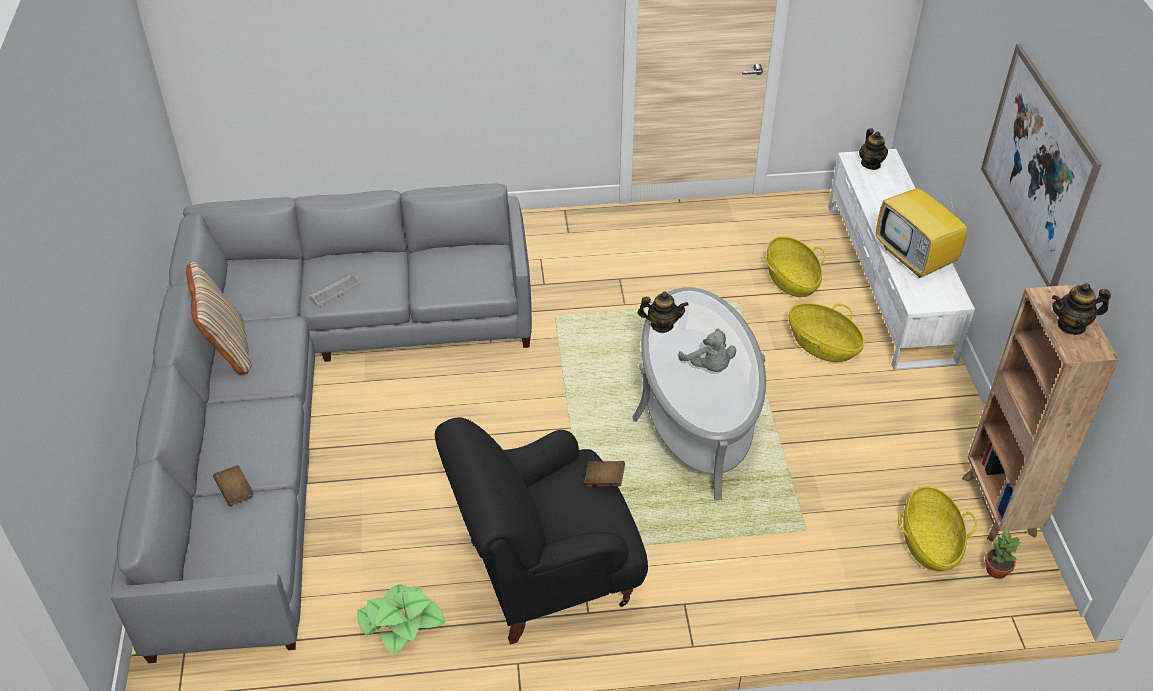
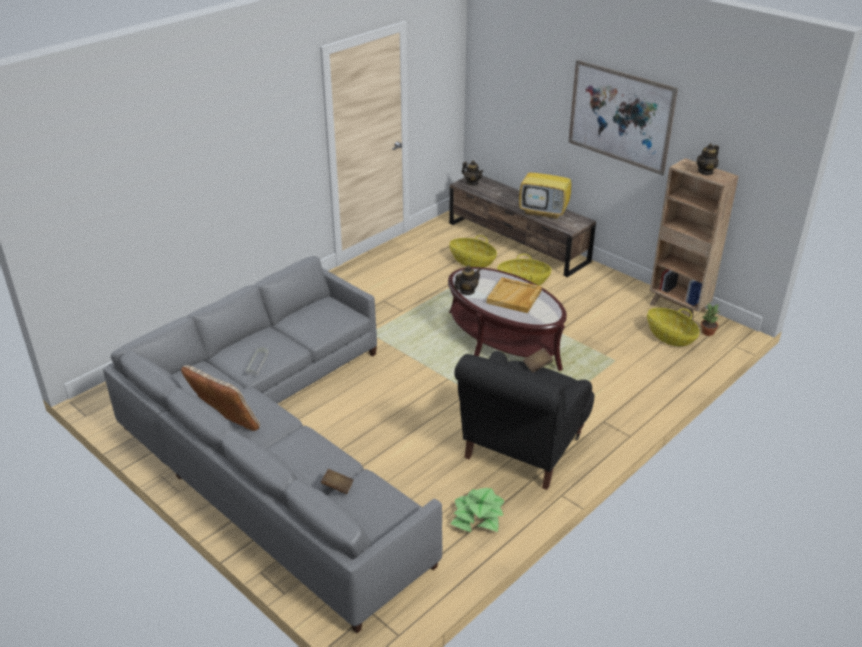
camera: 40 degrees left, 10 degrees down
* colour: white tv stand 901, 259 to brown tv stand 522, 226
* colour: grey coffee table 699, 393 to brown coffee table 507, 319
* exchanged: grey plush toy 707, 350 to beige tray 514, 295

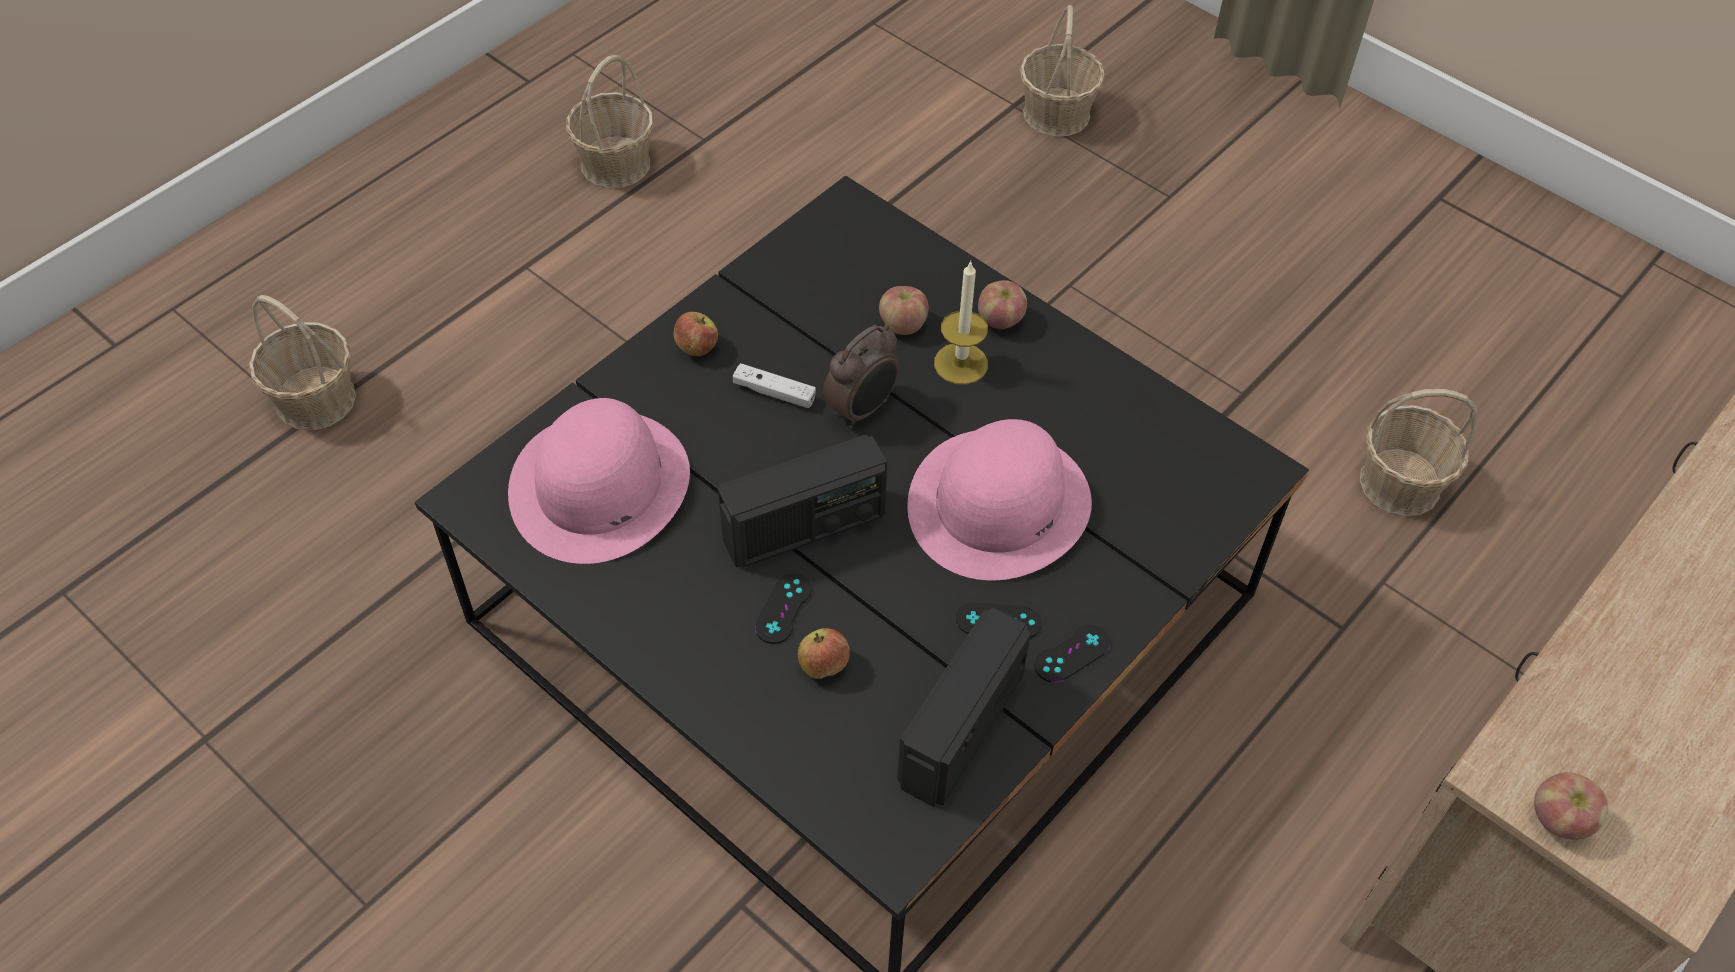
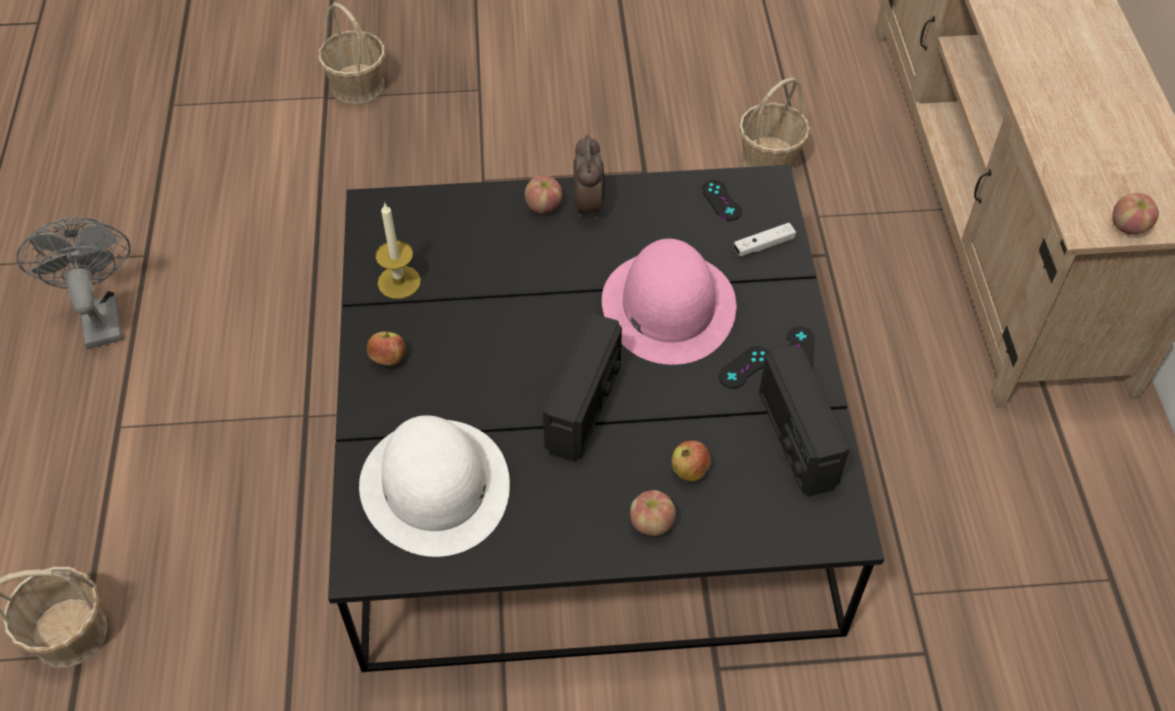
camera: 45 degrees left, 0 degrees up
* exchanged: basket 610, 121 to grey fan 73, 283
* relocated: candle 961, 323 to 398, 250
* relocated: apple 904, 310 to 653, 513
* relocated: alarm clock 861, 376 to 589, 176
* relocated: white game controller 774, 385 to 764, 240
* colour: pink hat 599, 481 to white hat 434, 486
* relocated: black game controller 783, 608 to 722, 200

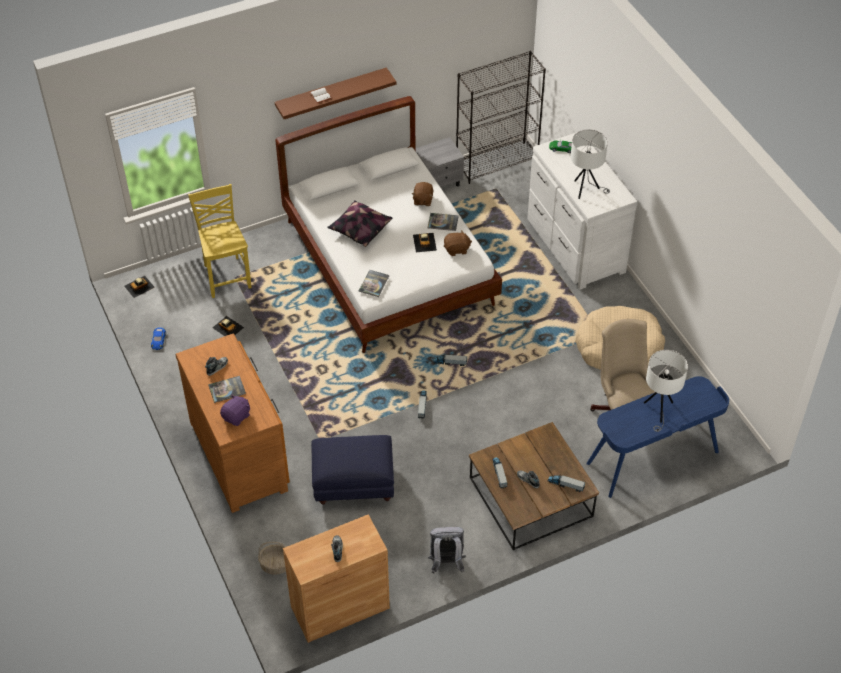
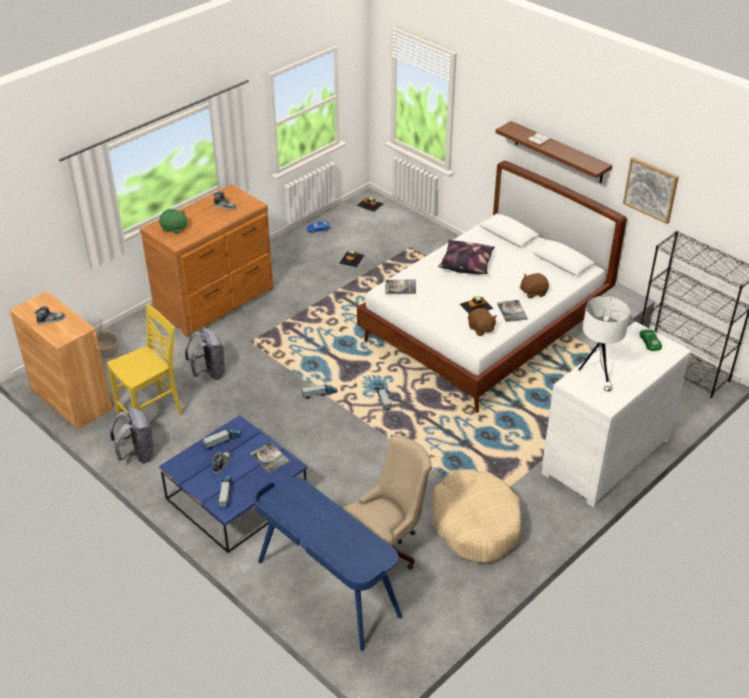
camera: 70 degrees right, 10 degrees down
* relocated: yellow chair 220, 241 to 145, 359
* missing: white table lamp 666, 391
* relocated: book 227, 389 to 270, 457
* colour: purple plush toy 235, 410 to green plush toy 173, 221
* colour: brown coffee table 534, 486 to blue coffee table 233, 484
* exchanged: blue ottoman 352, 470 to grey backpack 205, 354
* appeared: picture 651, 190

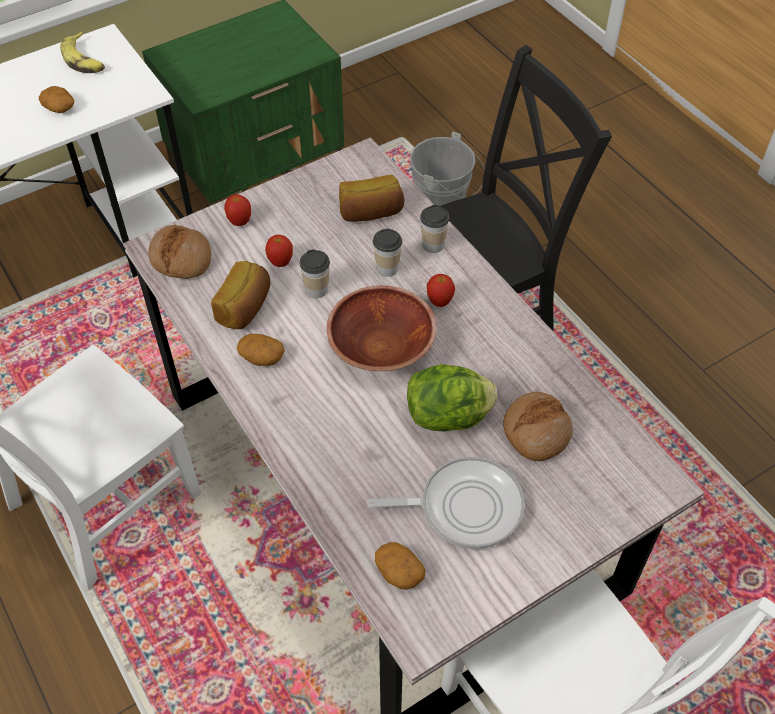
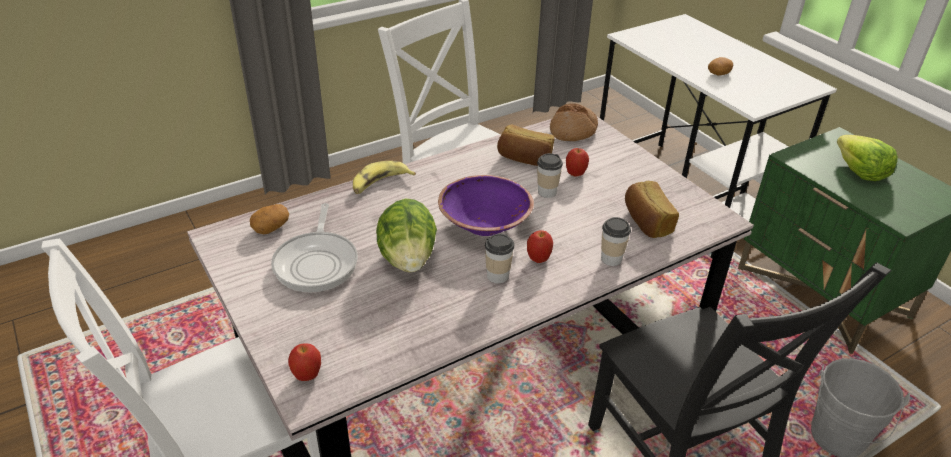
camera: 90 degrees right, 15 degrees down
* relocated: banana 82, 52 to 384, 177
* relocated: apple 237, 210 to 304, 362
* relocated: cup 387, 253 to 499, 258
* colour: brown bowl 382, 328 to purple bowl 486, 205
* missing: potato 261, 350
* missing: bread 538, 426
* appeared: lettuce 867, 158

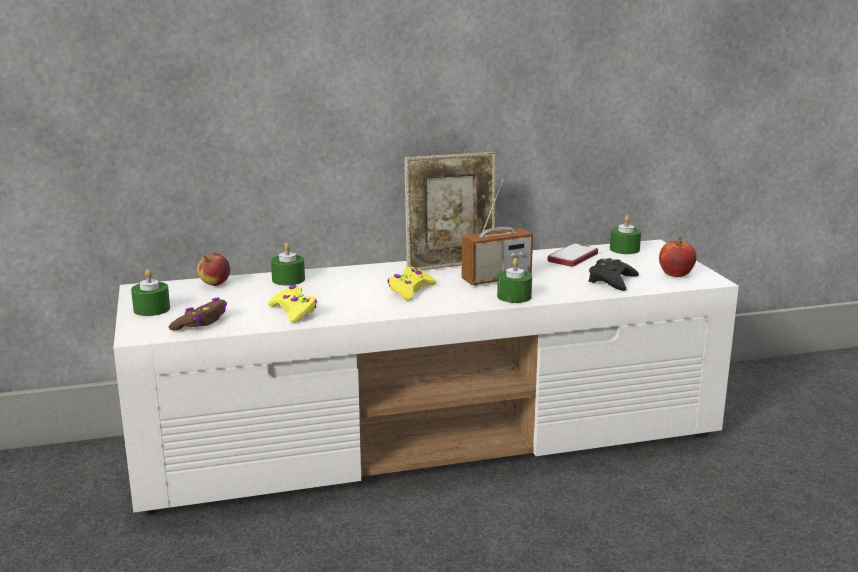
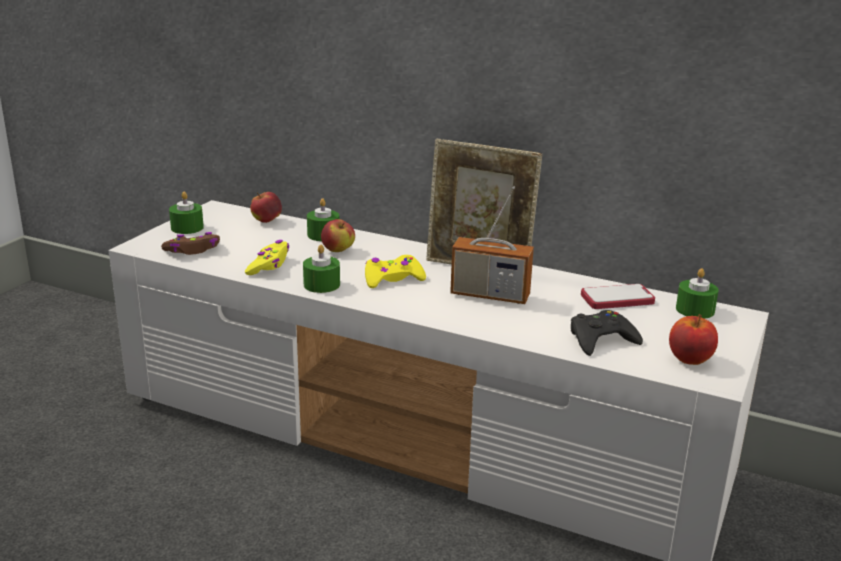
camera: 40 degrees right, 5 degrees up
* relocated: green candle 514, 280 to 321, 268
* appeared: apple 338, 235

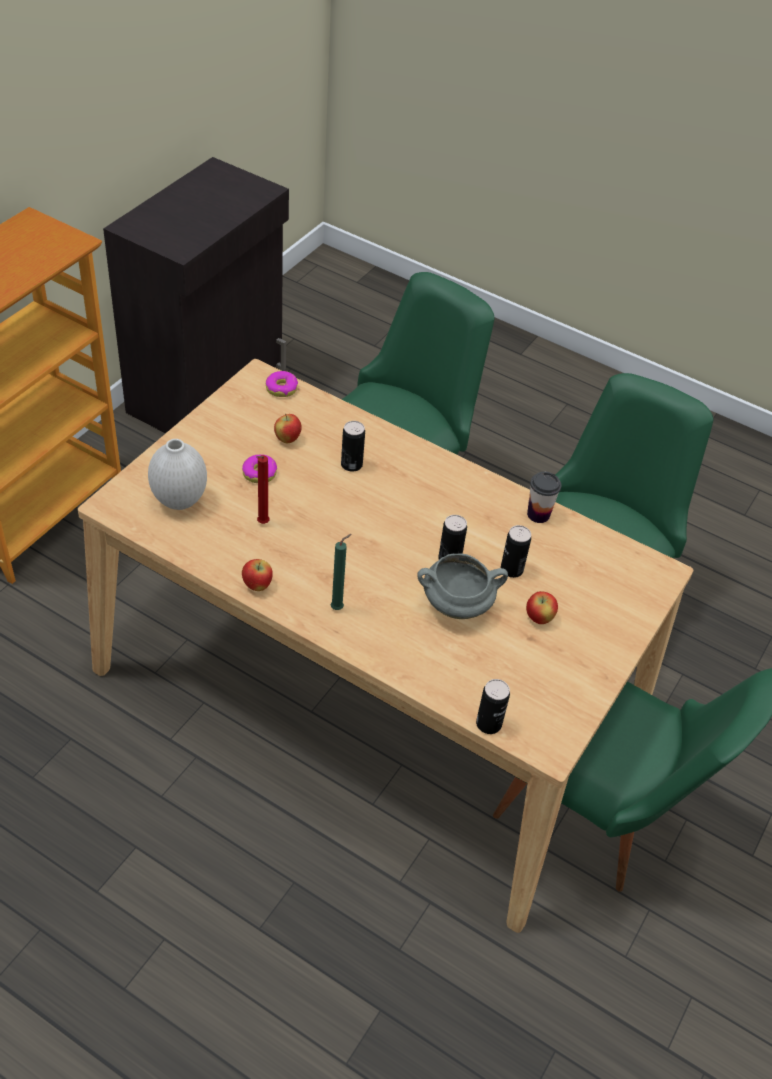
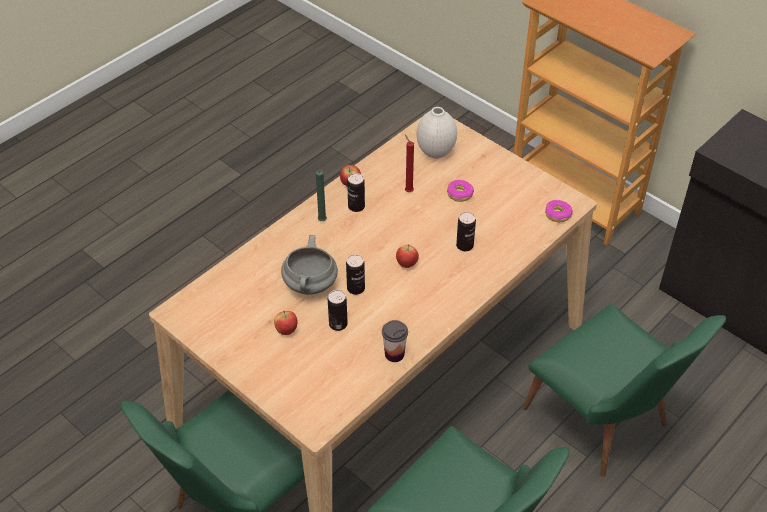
camera: 105 degrees right, 0 degrees up
* relocated: apple 288, 428 to 407, 256
* relocated: can 493, 706 to 356, 192

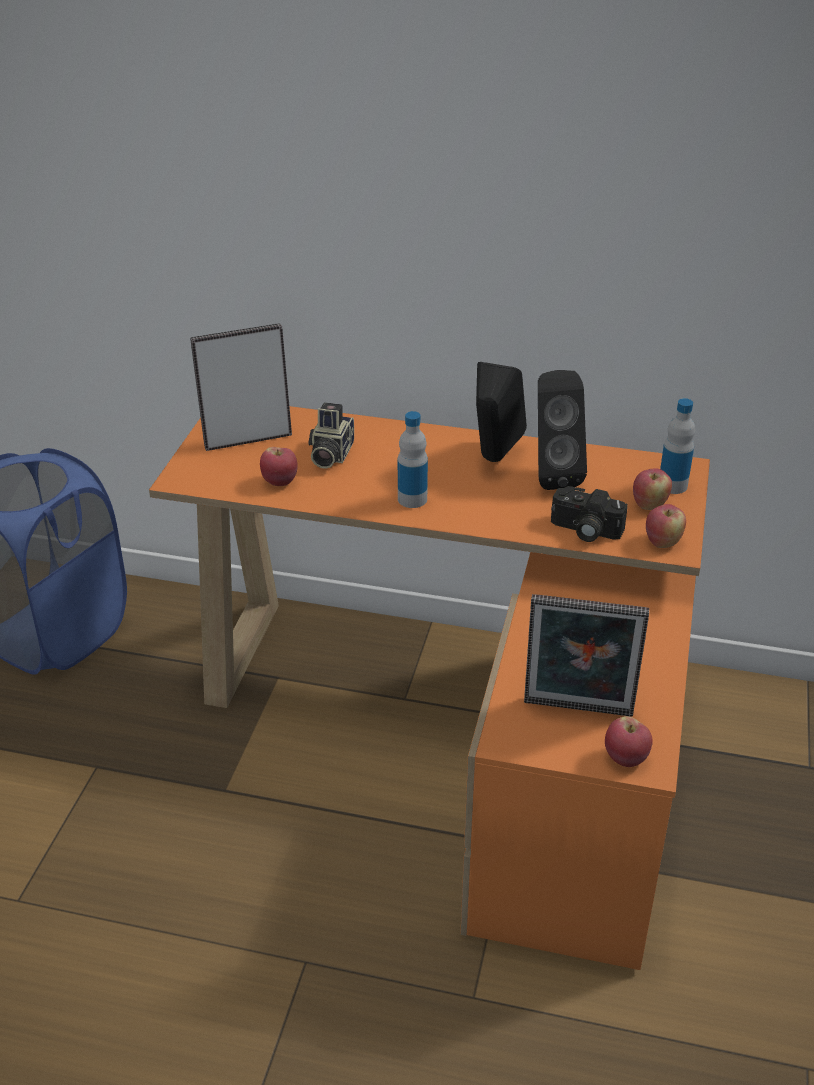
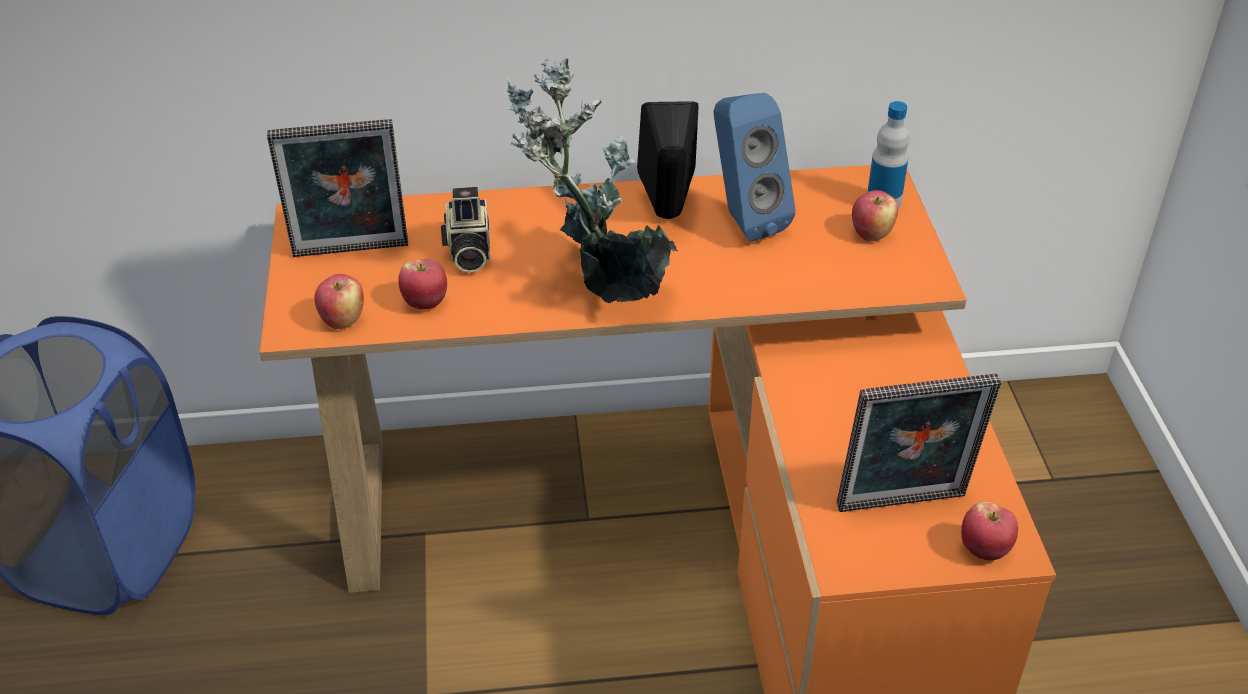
camera: 20 degrees left, 5 degrees up
* spun: picture frame 241, 387 = 337, 188 150 degrees counterclockwise
* colour: black speaker 562, 430 to blue speaker 755, 167
* exchanged: bottle 413, 459 to potted plant 592, 180
* missing: photo camera 589, 514
* relocated: apple 666, 526 to 339, 301

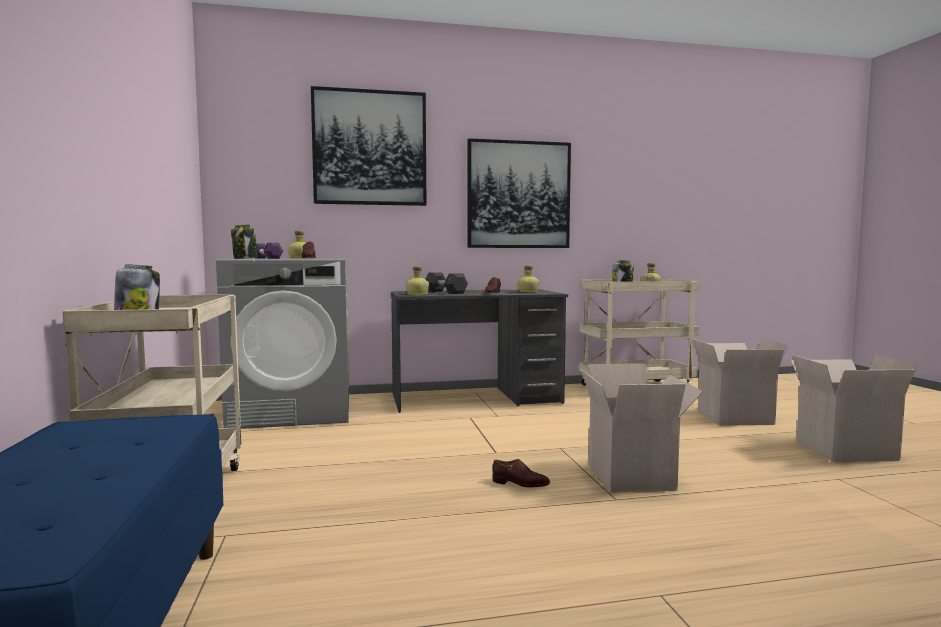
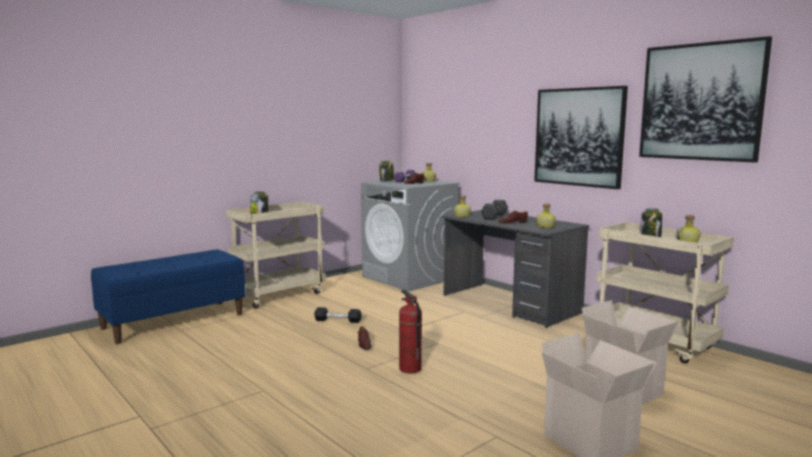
camera: 60 degrees right, 5 degrees up
* relocated: picture 368, 146 to 705, 99
* exchanged: cardboard box 642, 428 to fire extinguisher 410, 331
* appeared: black dumbbell 338, 315

